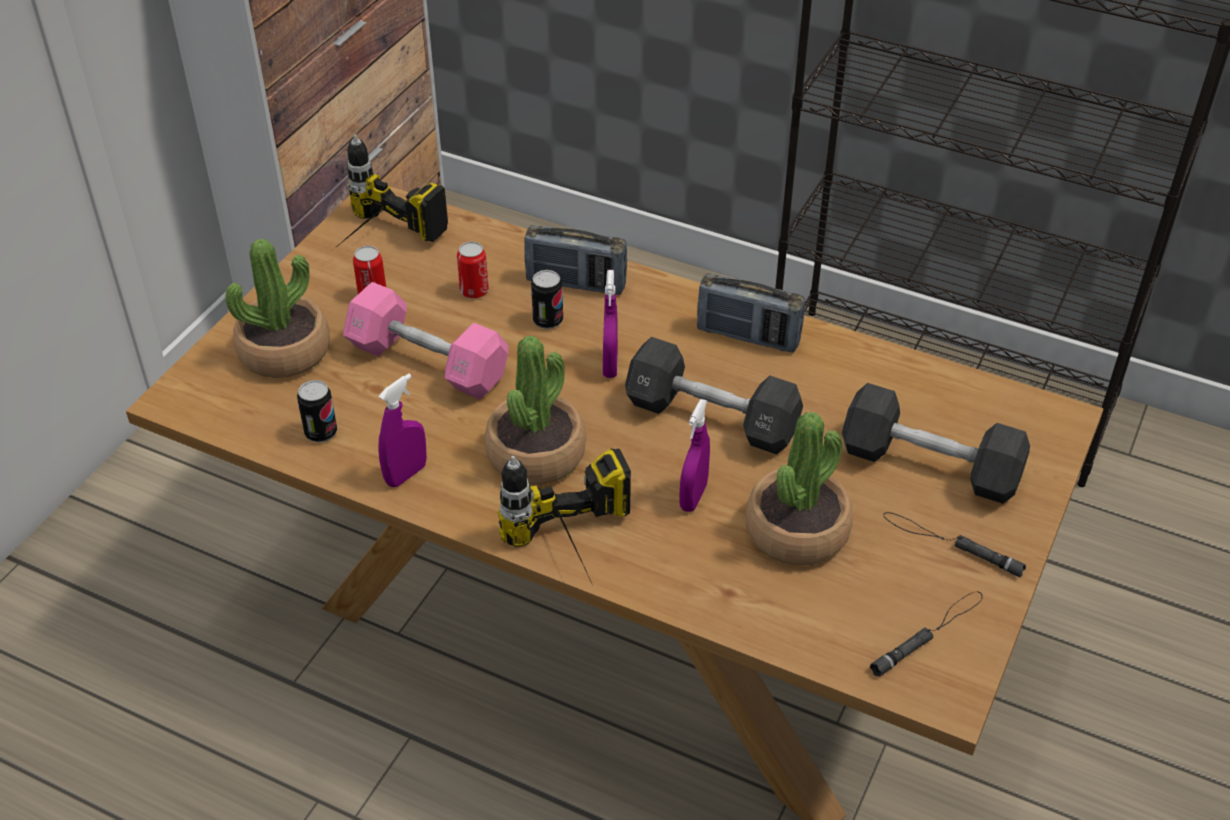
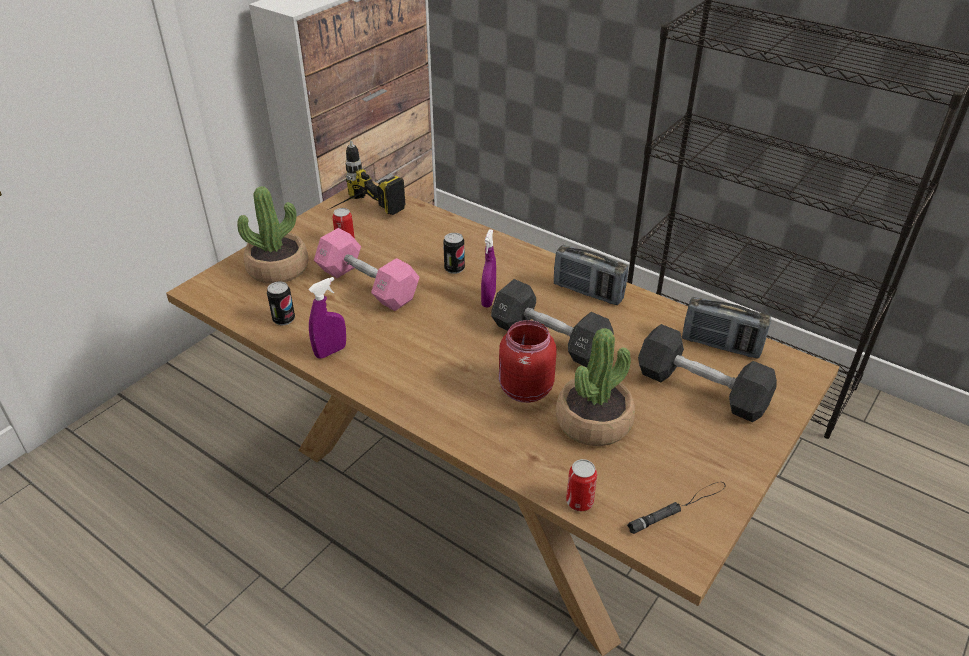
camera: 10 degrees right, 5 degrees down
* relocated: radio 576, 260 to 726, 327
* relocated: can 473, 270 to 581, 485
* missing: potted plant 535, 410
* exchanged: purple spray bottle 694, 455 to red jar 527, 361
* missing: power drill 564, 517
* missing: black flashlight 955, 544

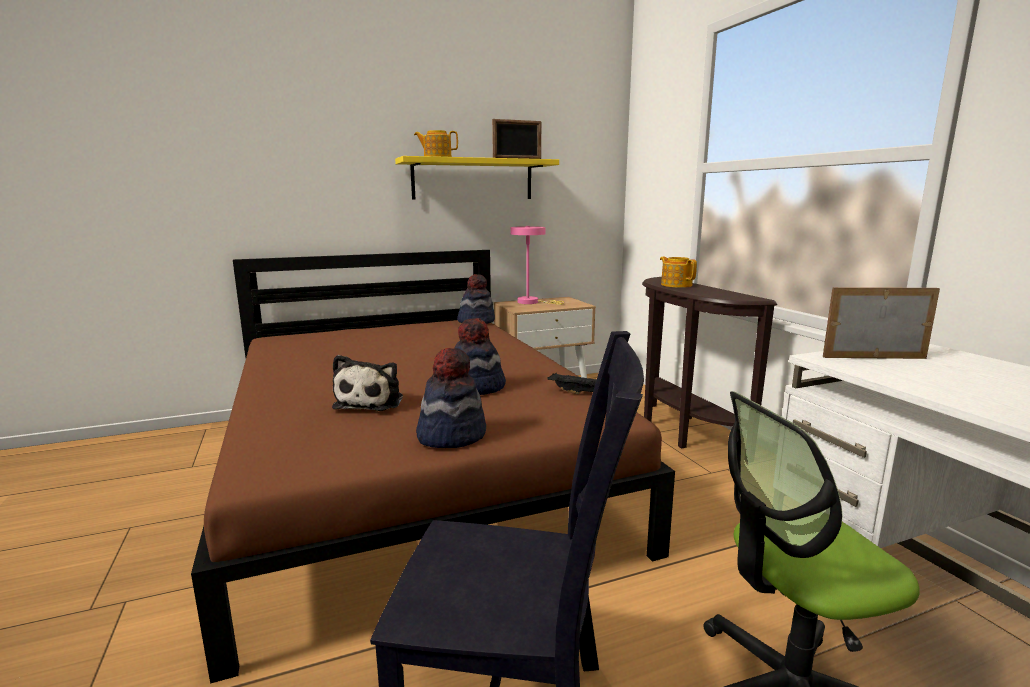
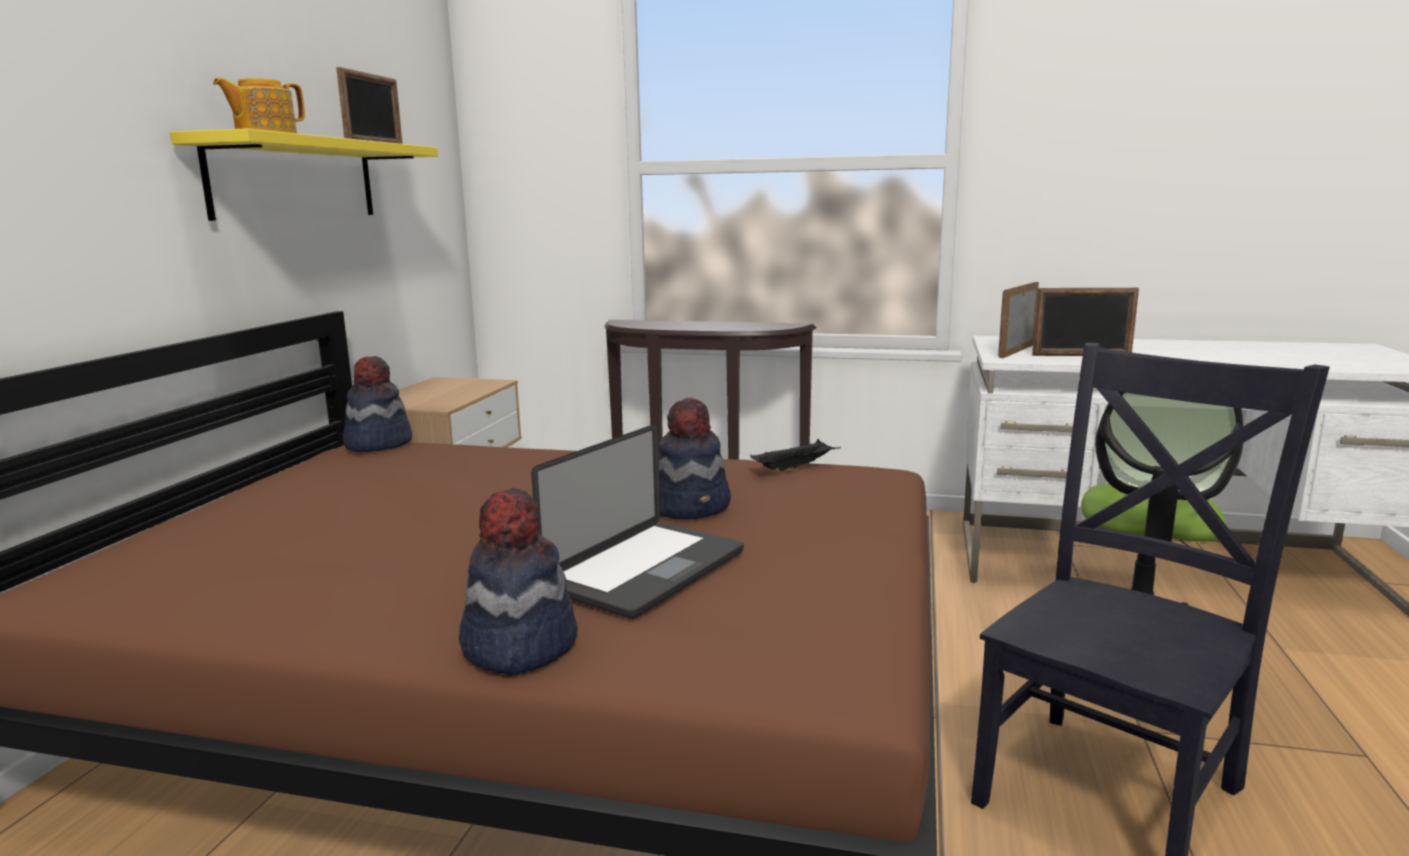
camera: 55 degrees left, 0 degrees up
* missing: pink table lamp 537, 265
* missing: teapot 678, 272
* relocated: hat 451, 398 to 518, 581
* exchanged: plush toy 367, 383 to laptop 637, 521
* appeared: picture frame 1085, 322

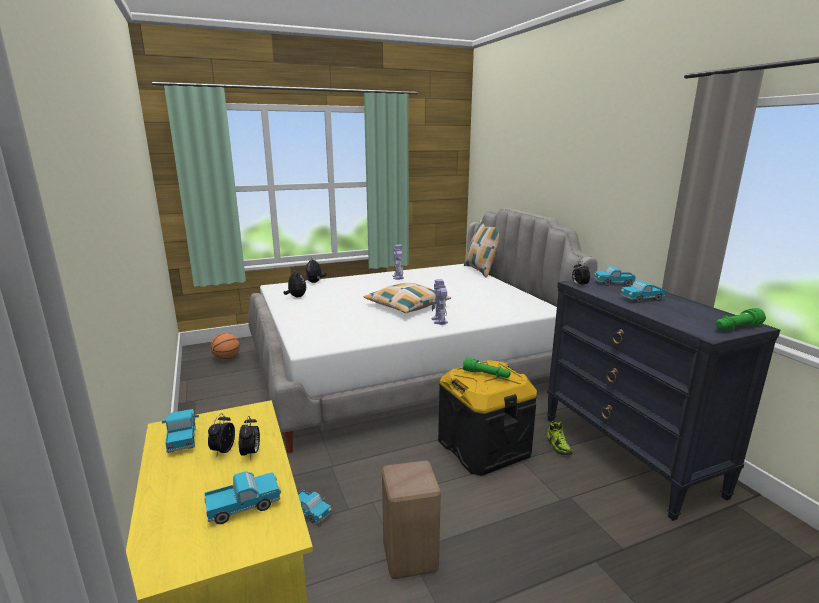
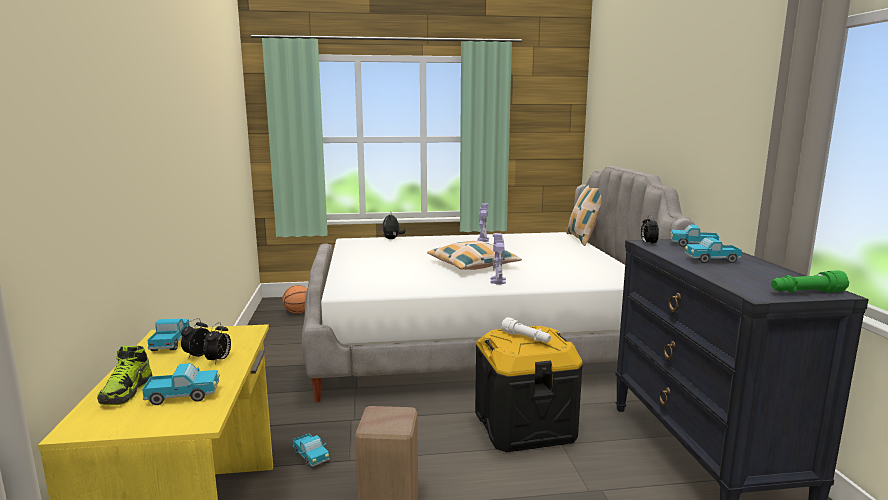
camera: 15 degrees right, 5 degrees down
* missing: plush toy 295, 283
* colour: green flashlight 487, 367 to white flashlight 526, 330
* relocated: shoe 559, 438 to 124, 375

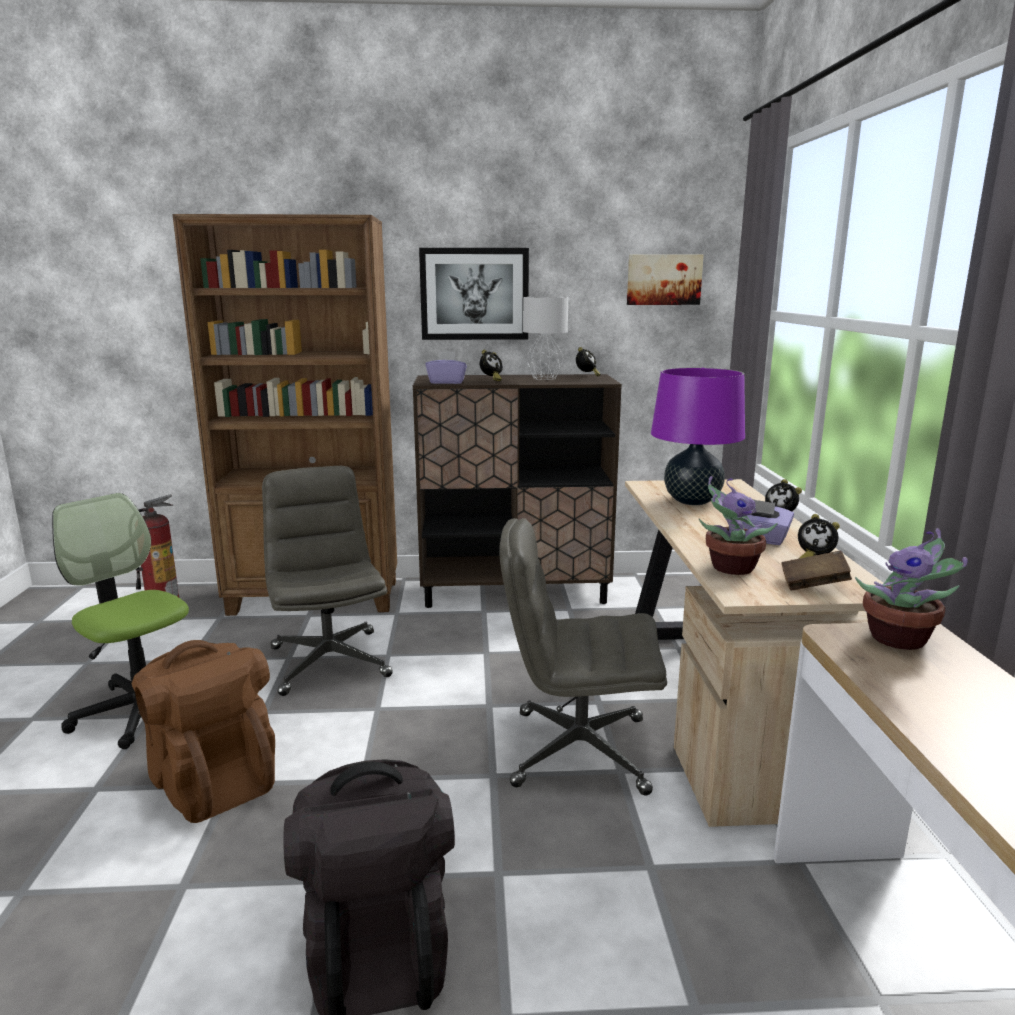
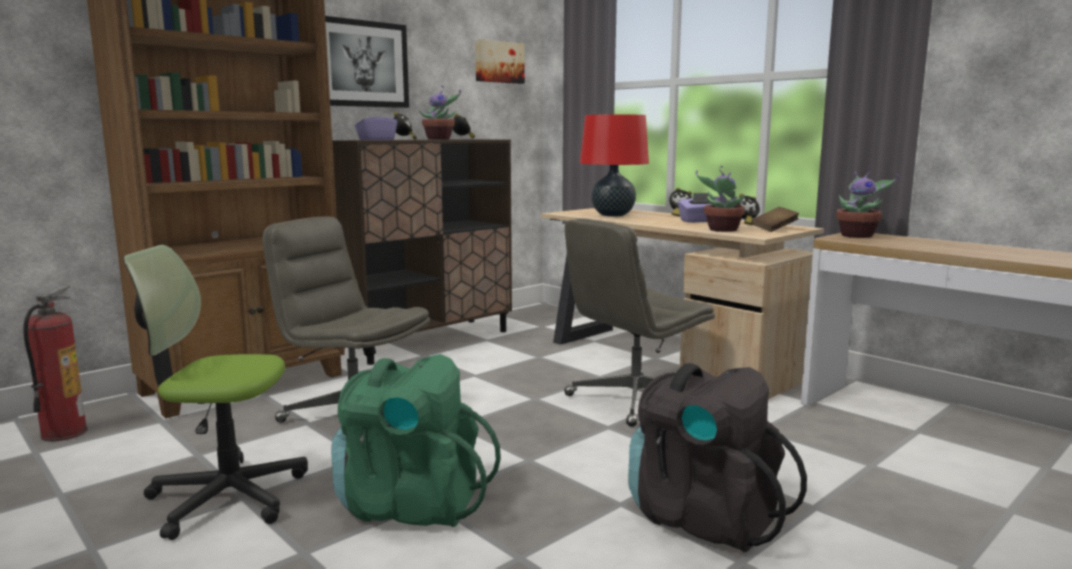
camera: 40 degrees left, 5 degrees down
* exchanged: grey table lamp 545, 338 to potted plant 440, 112
* colour: purple table lamp 698, 436 to red table lamp 614, 165
* colour: brown backpack 203, 731 to green backpack 416, 440

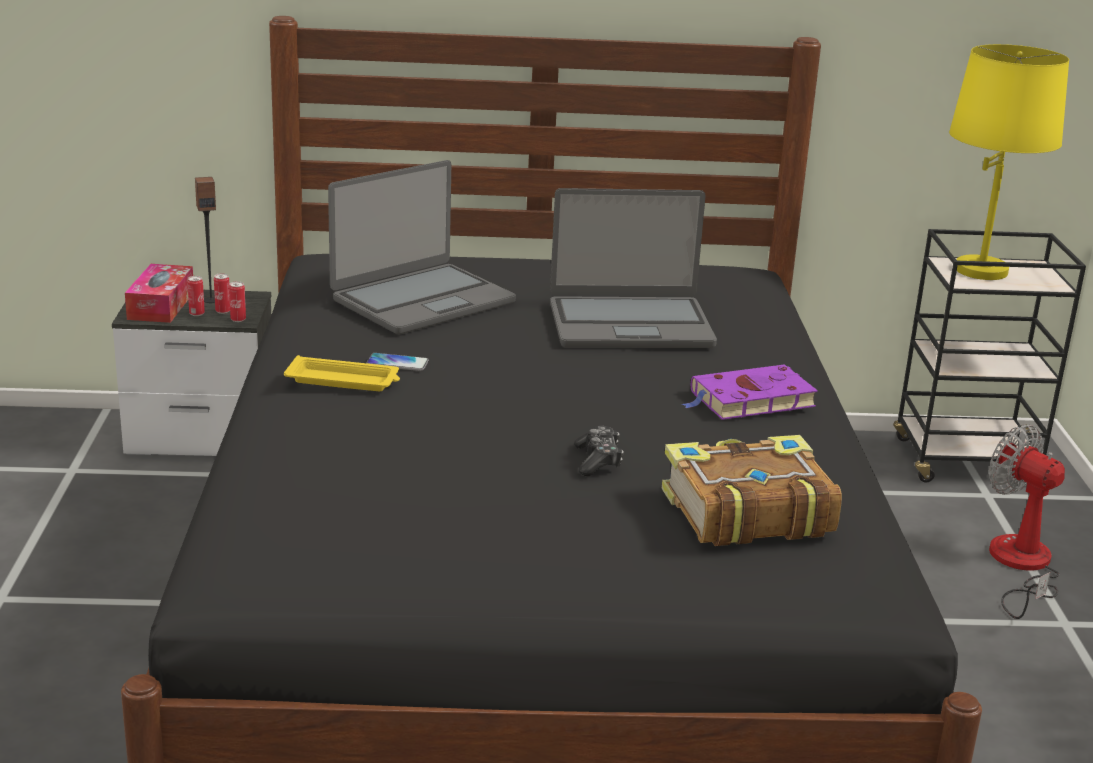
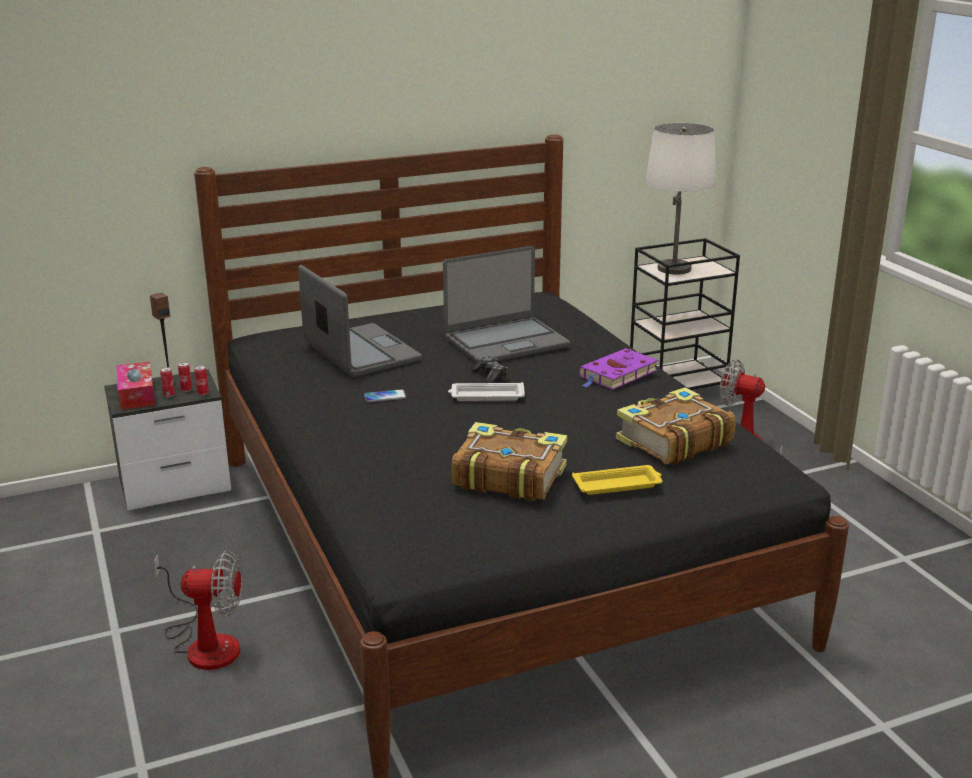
camera: 20 degrees left, 0 degrees up
* colour: yellow table lamp 1009, 162 to white table lamp 680, 198
* spun: laptop 422, 247 = 360, 321 60 degrees counterclockwise
* relocated: yellow tray 342, 373 to 617, 480
* relocated: game controller 599, 451 to 489, 369
* appeared: white tray 486, 391
* appeared: book 509, 461
* appeared: fan 198, 610

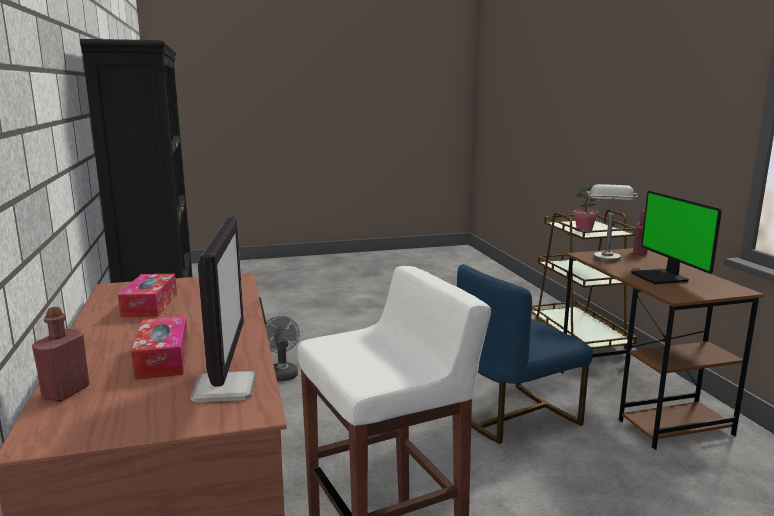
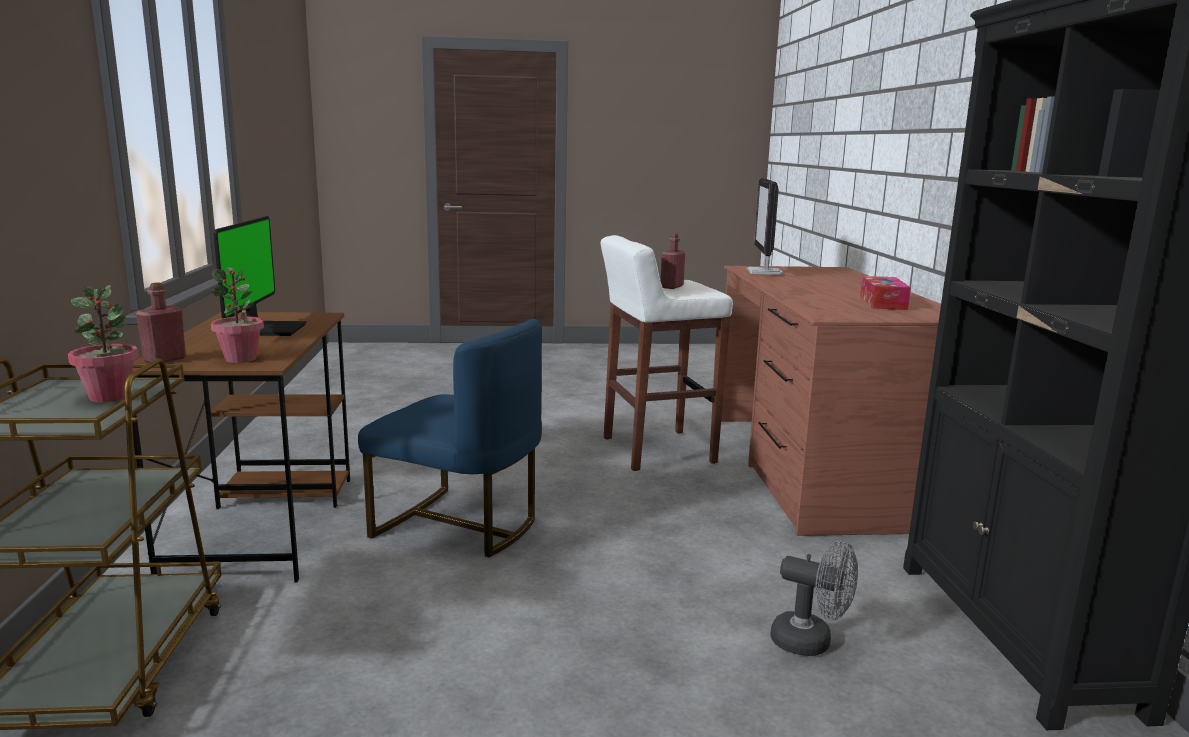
camera: 170 degrees left, 0 degrees up
* exchanged: grey table lamp 612, 223 to potted plant 237, 315
* spun: blue chair 525, 354 = 450, 438 45 degrees clockwise
* relocated: red bottle 61, 354 to 673, 261
* missing: tissue box 159, 348
* spun: grey fan 282, 349 = 814, 598 60 degrees counterclockwise

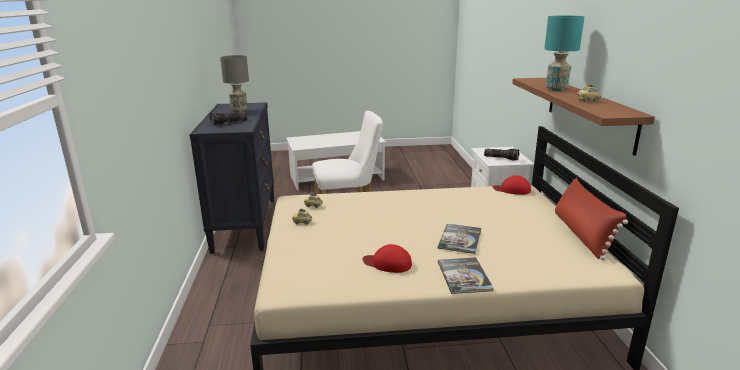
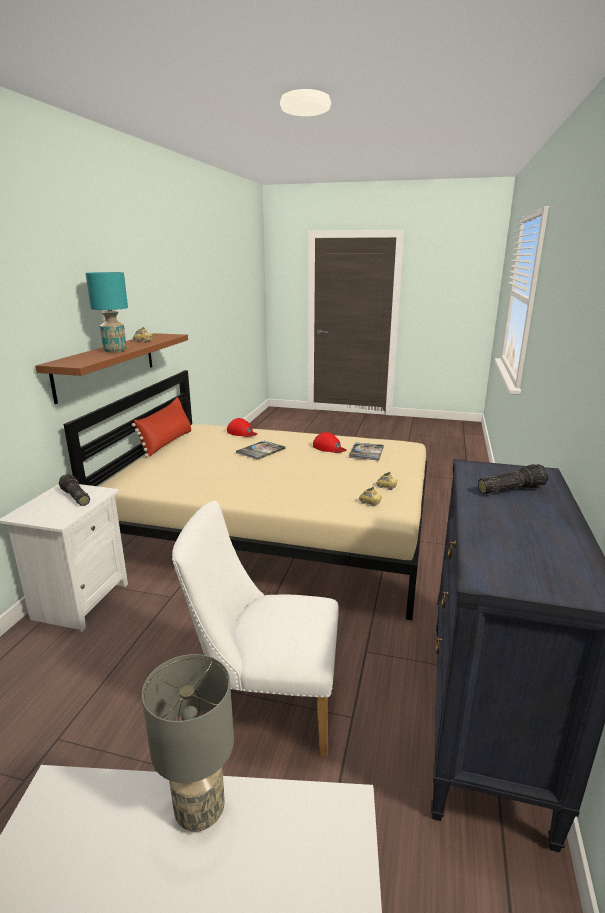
camera: 160 degrees left, 0 degrees up
* relocated: grey table lamp 234, 84 to 188, 743
* relocated: red cap 511, 185 to 242, 427
* relocated: book 466, 275 to 366, 451

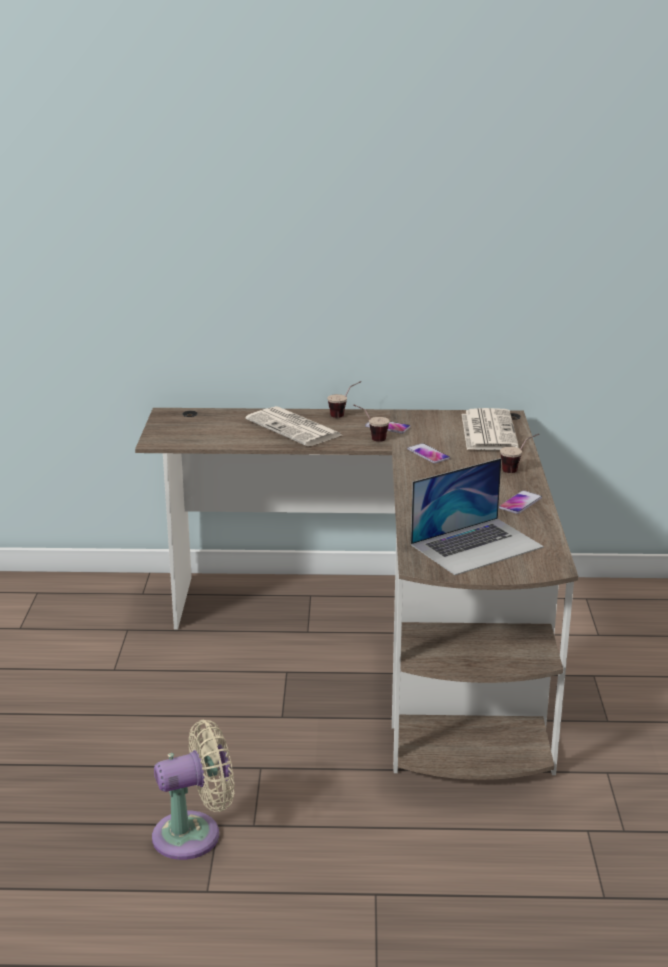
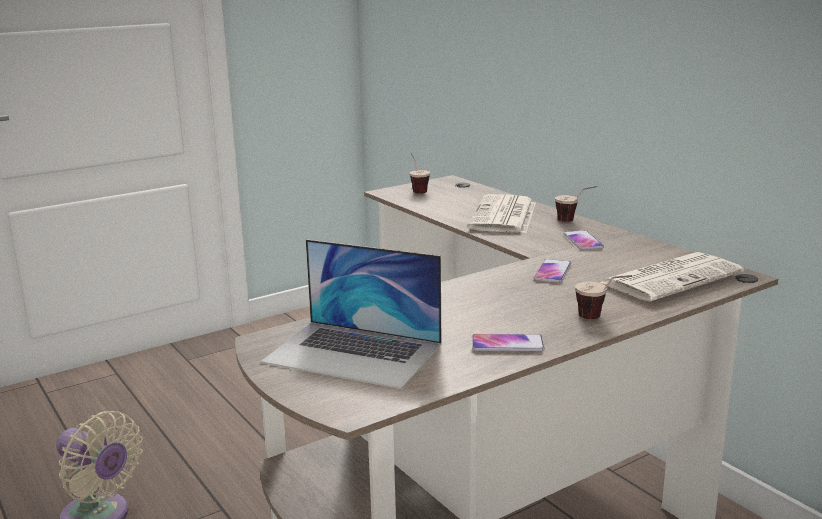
camera: 55 degrees right, 5 degrees down
* relocated: cup 371, 423 to 420, 173

